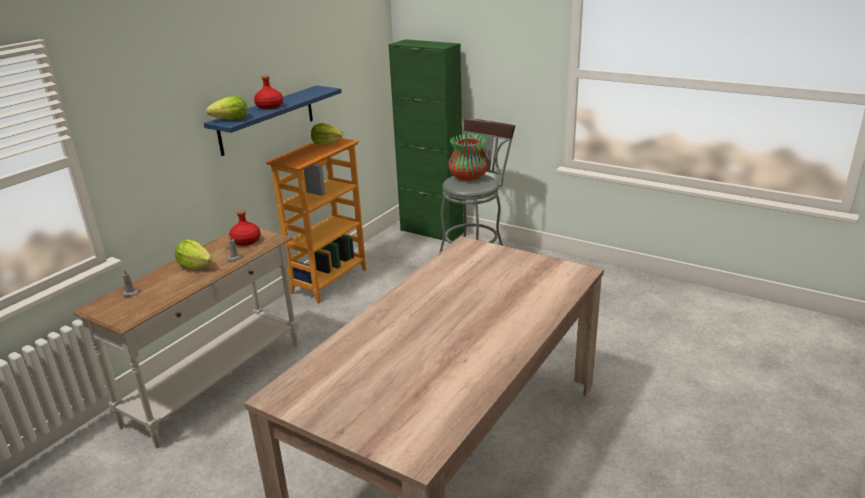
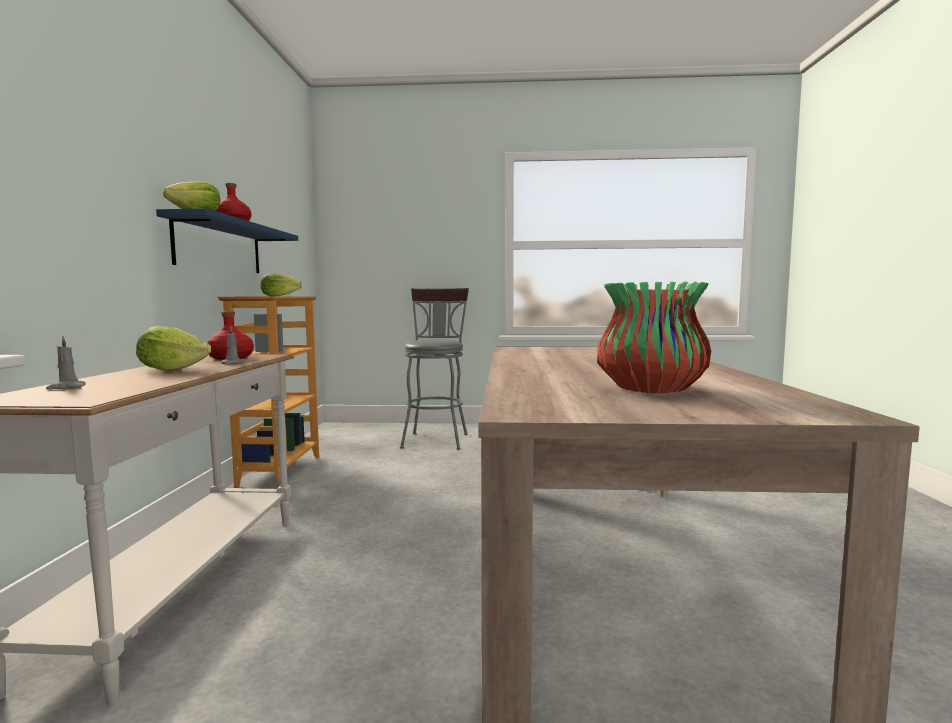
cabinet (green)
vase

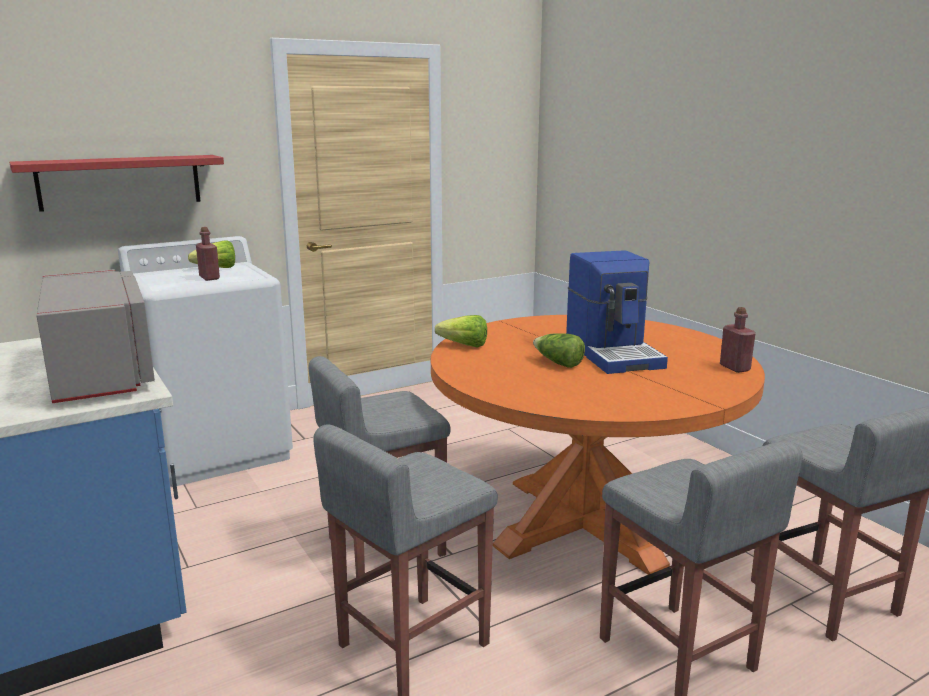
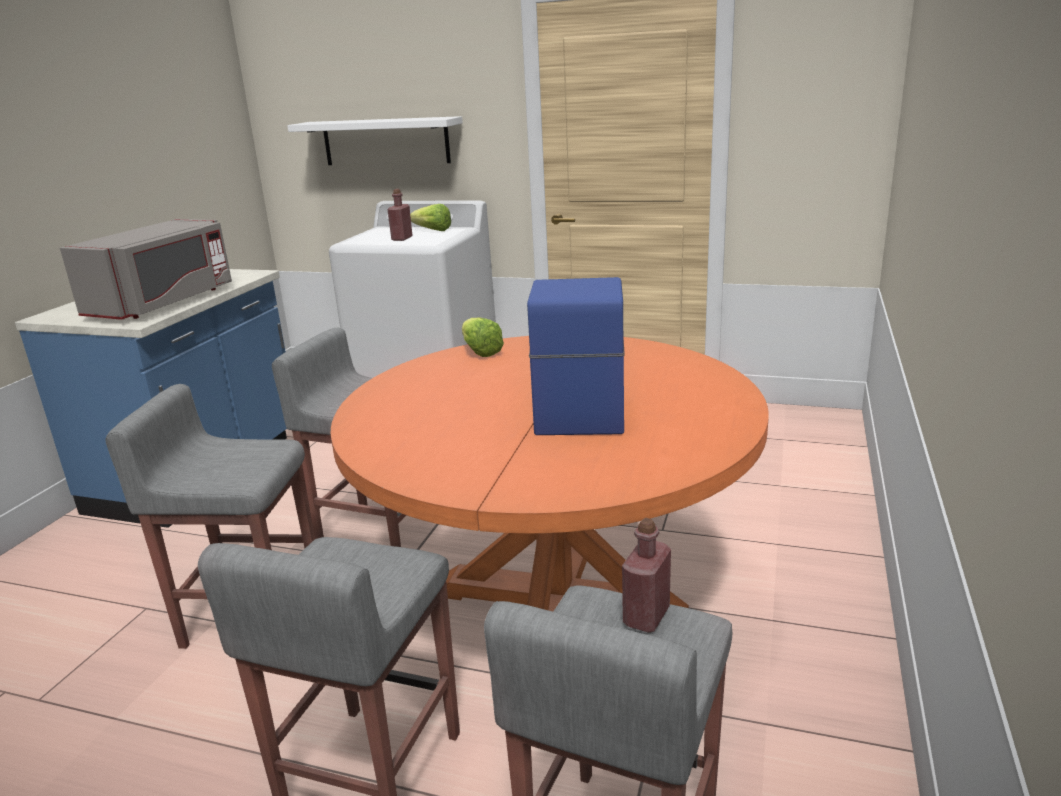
lettuce (3rd from left in the first image)
bottle (red) (2nd from left)
shelf (white)
coffee machine

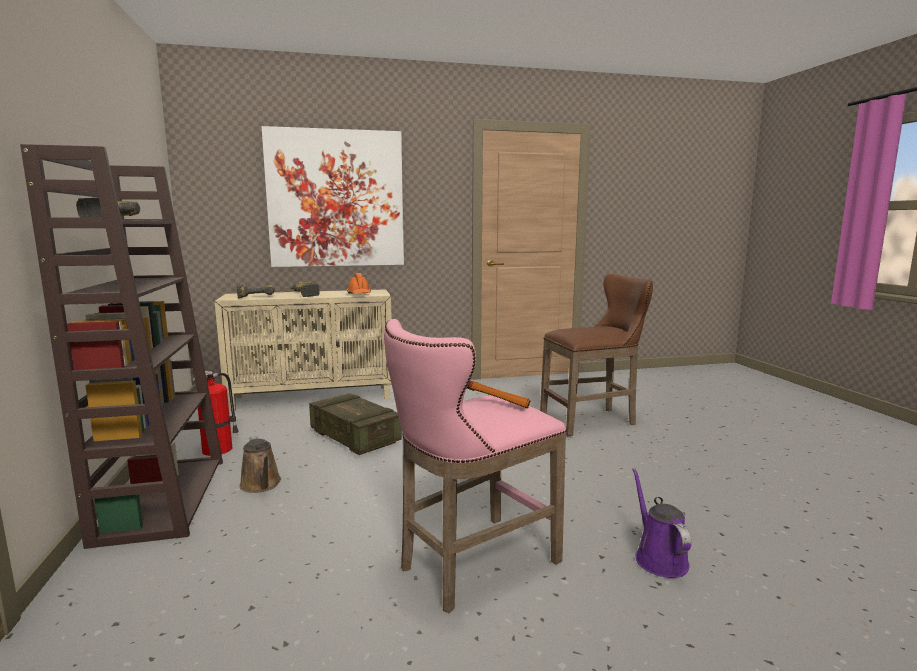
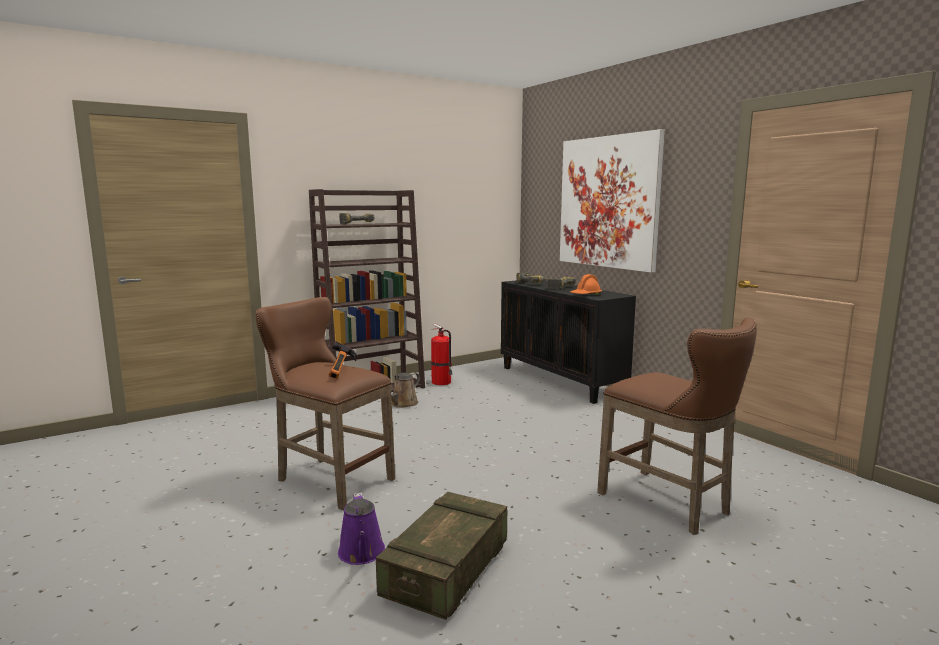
crate
cabinet (black)
stool (brown) (1st from left)
watering can (purple)

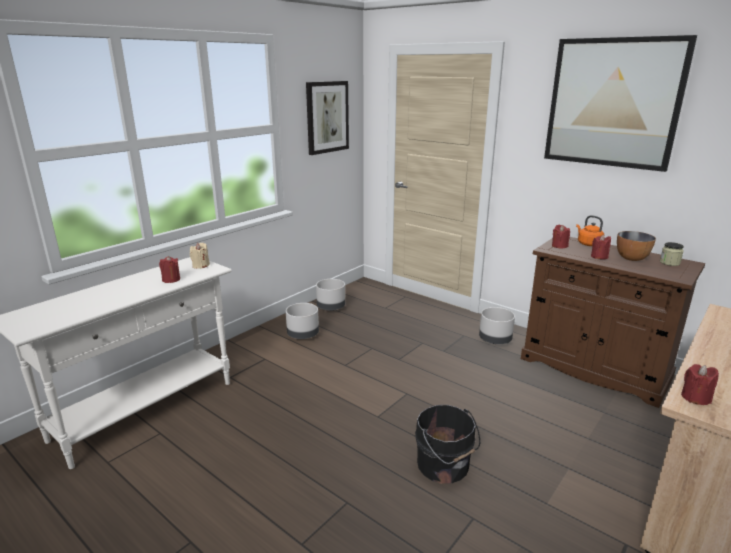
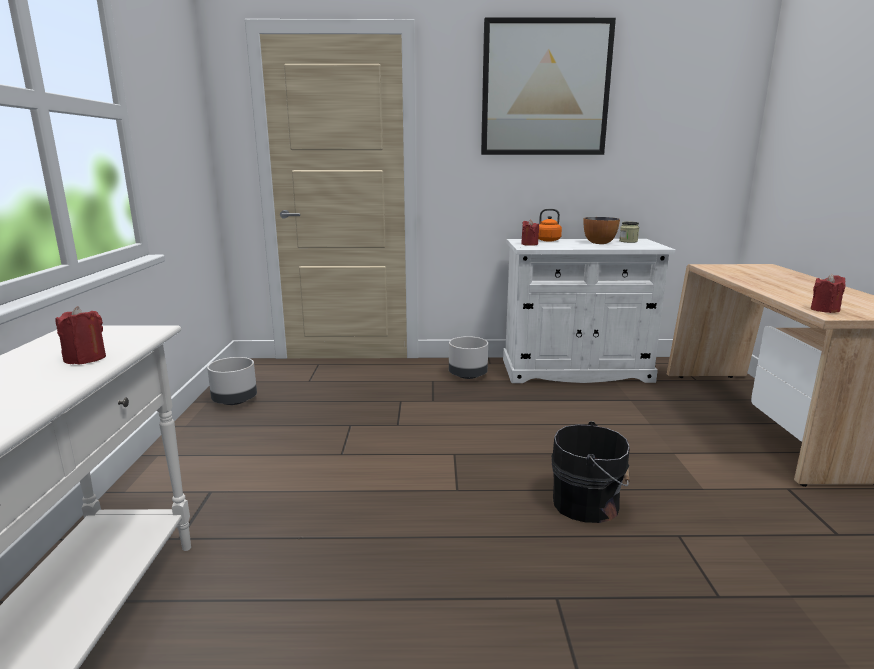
candle (beige)
planter (grey) (1st from left in the first image)
picture (1st from left in the first image)
candle (red) (3rd from left in the first image)
cabinet (white)

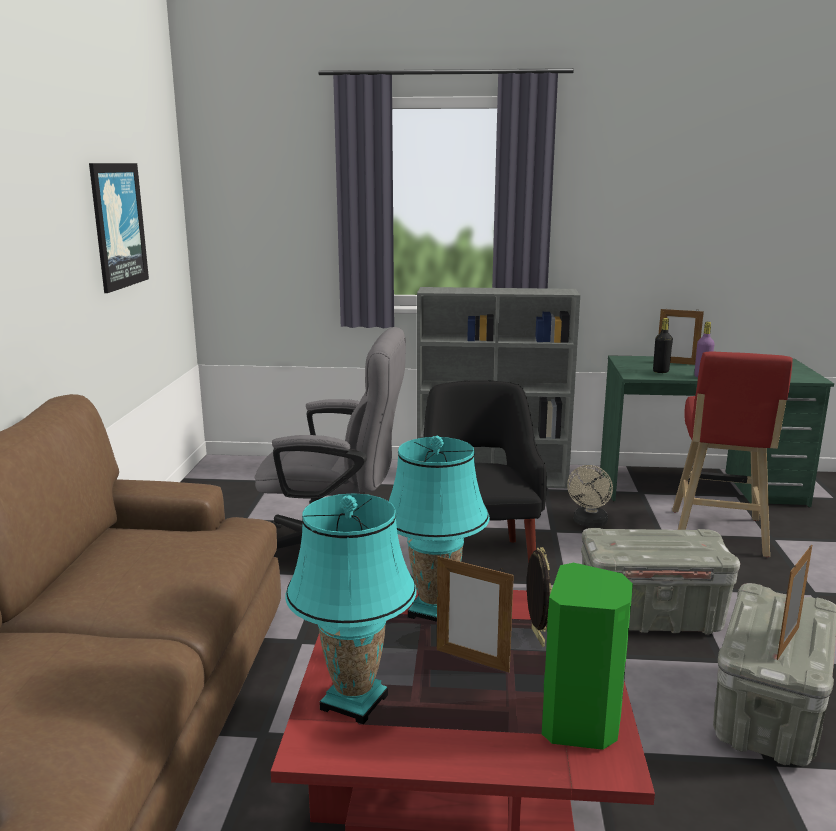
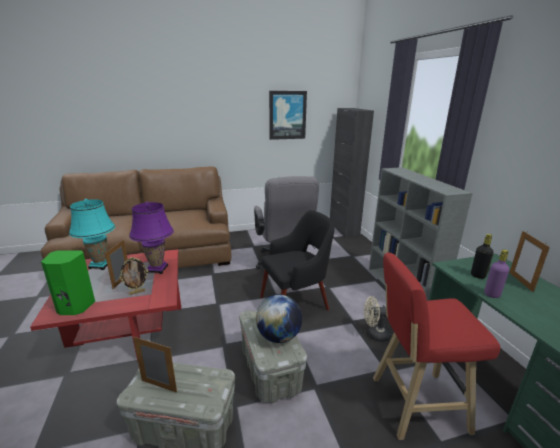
globe
cabinet (black)
table lamp (purple)

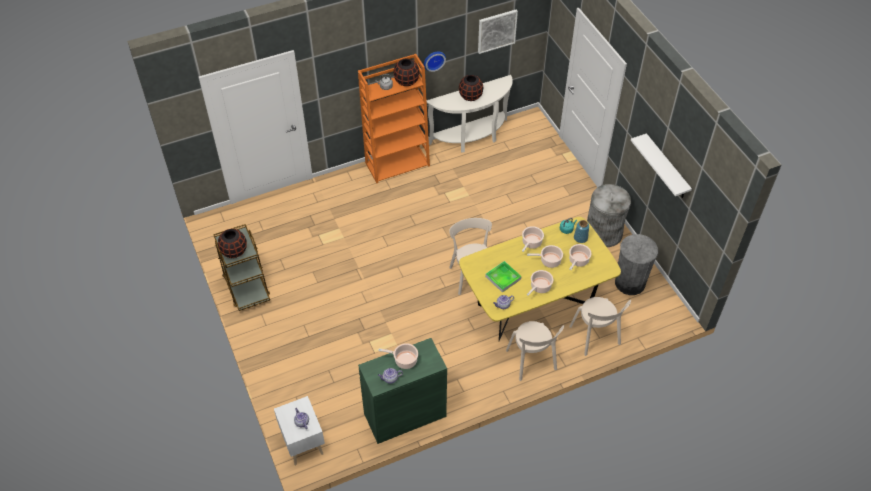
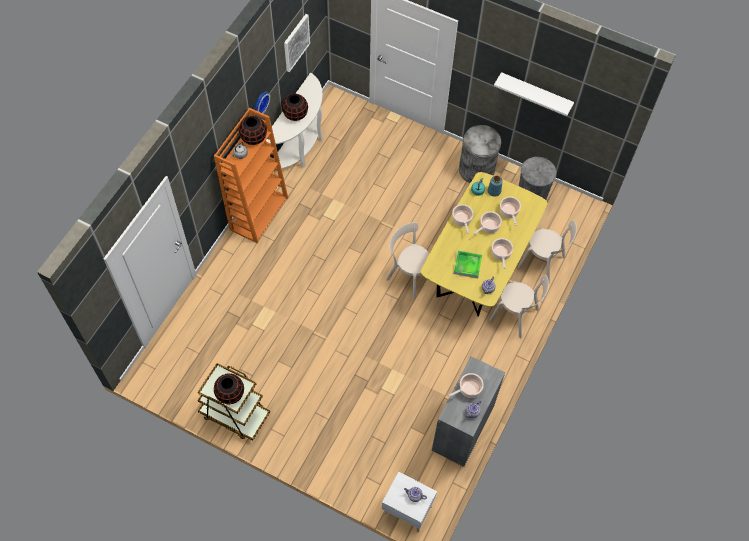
cabinet (grey)

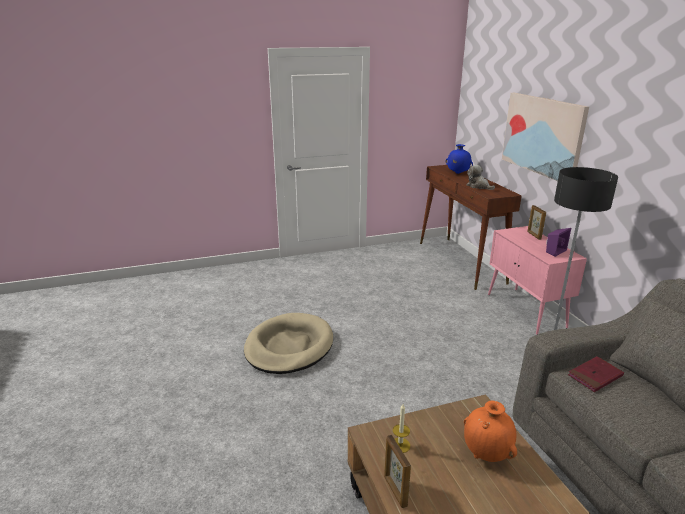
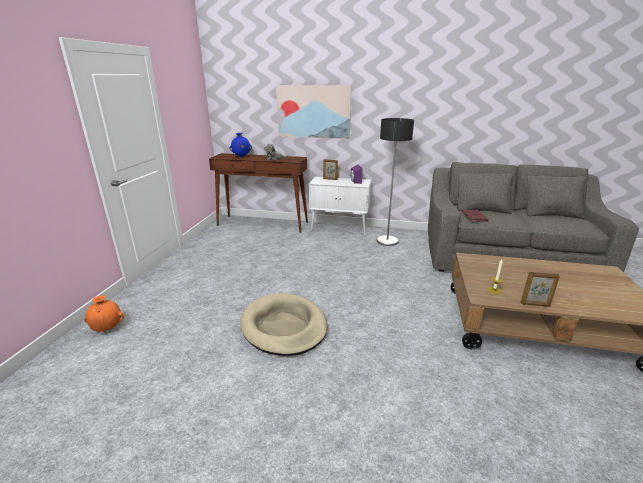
vase (orange)
cabinet (white)

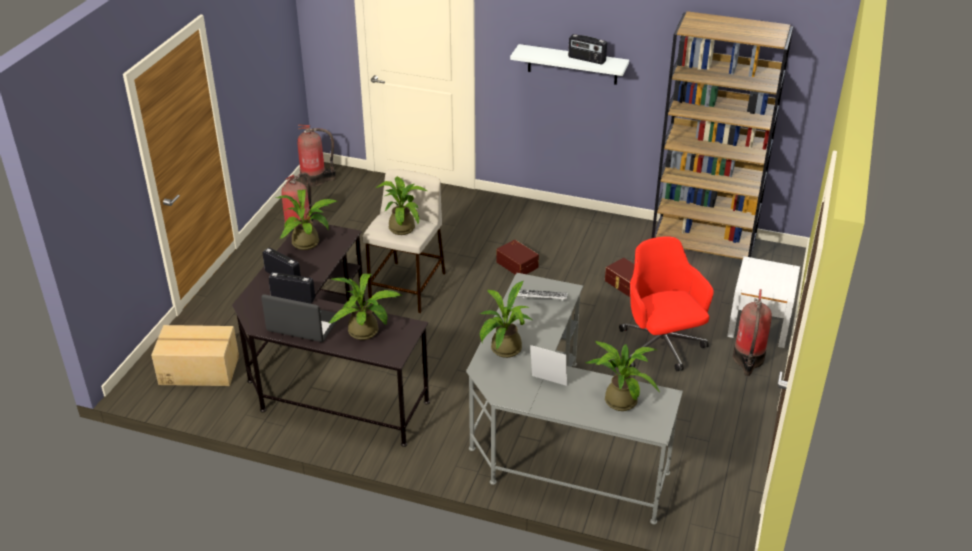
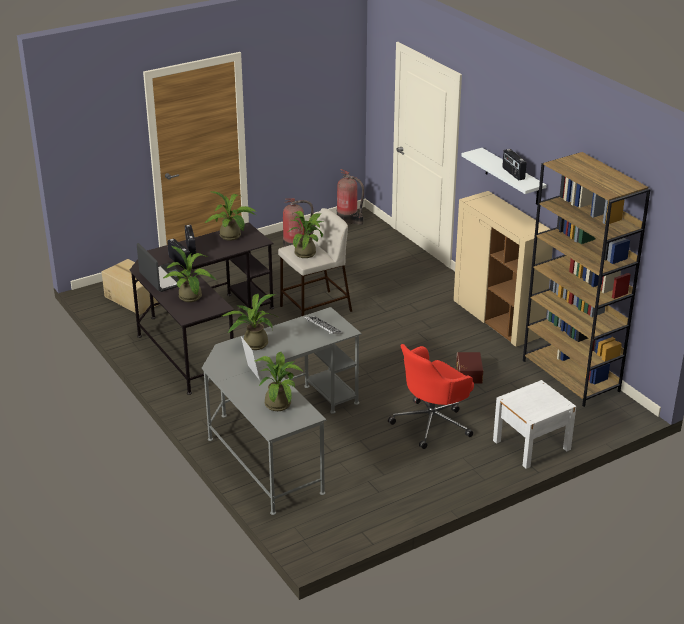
storage box (brown) (1st from left in the first image)
fire extinguisher (3rd from left in the first image)
cabinet (beige)
office chair (red)

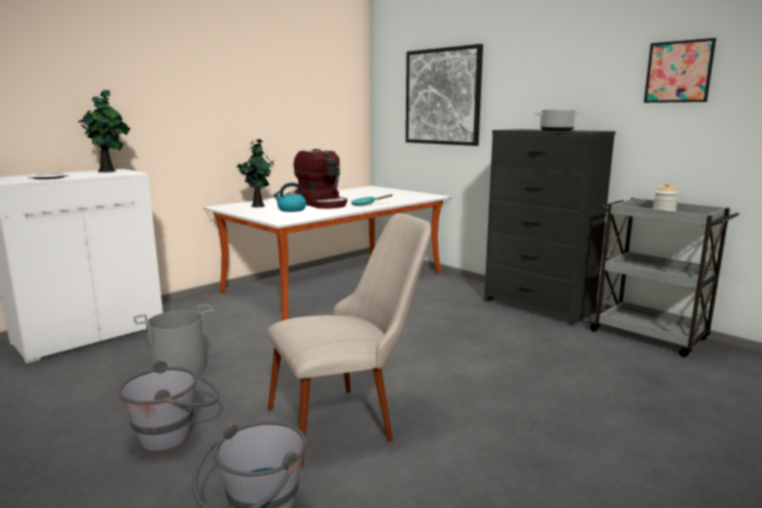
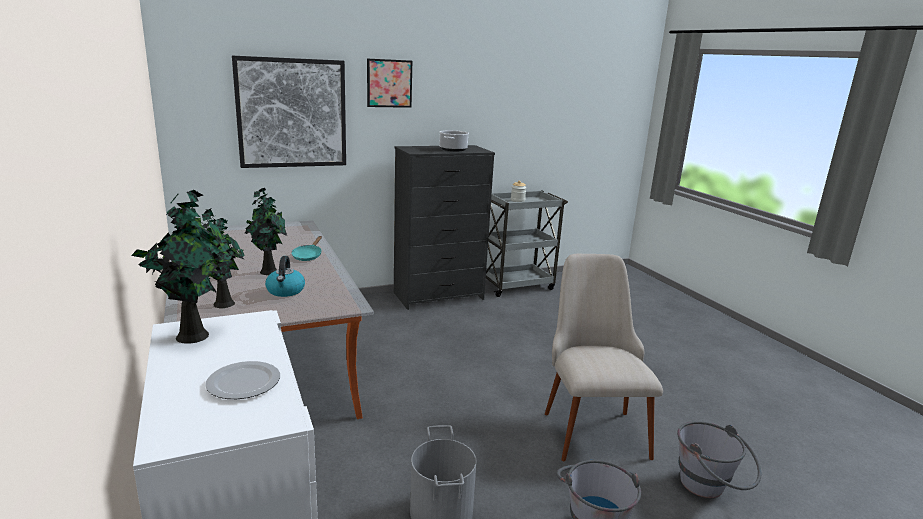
picture (2nd from left)
potted plant (3rd from left)

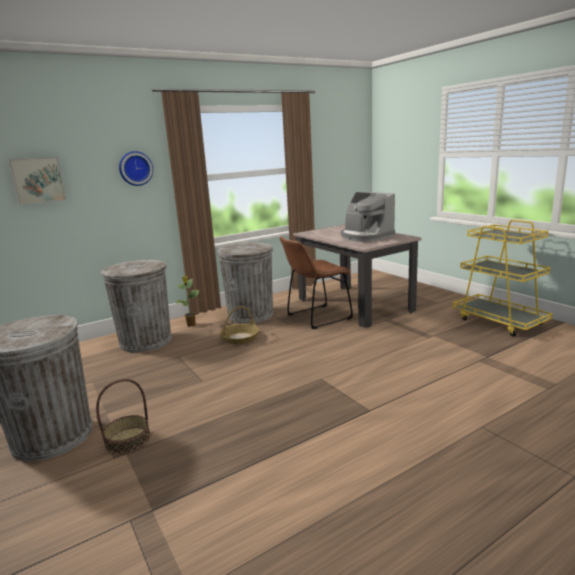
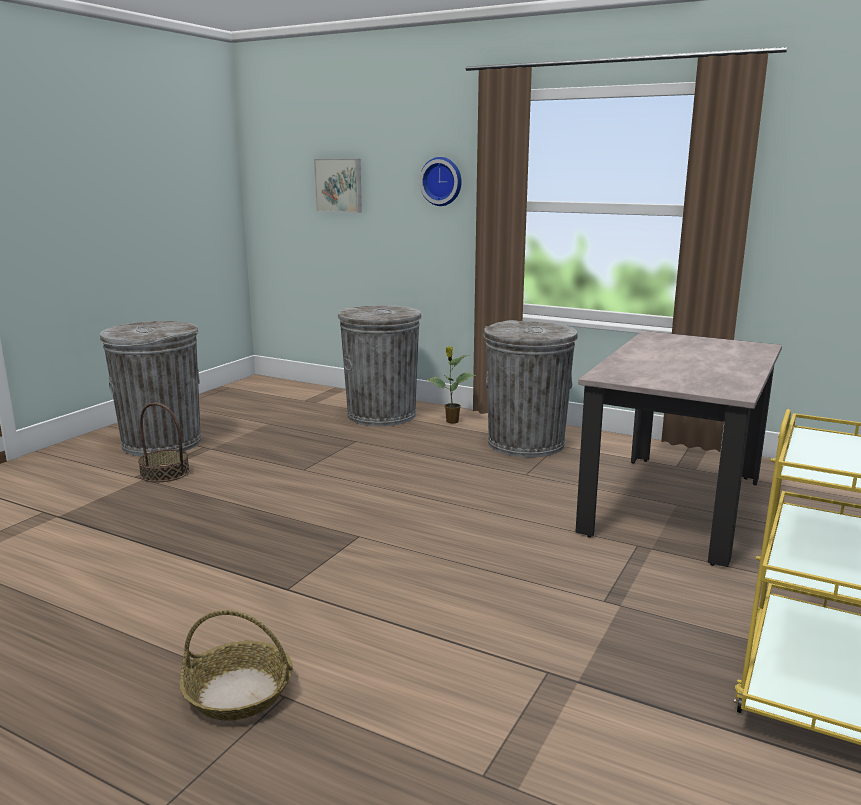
chair (brown)
coffee machine
basket (2nd from left)

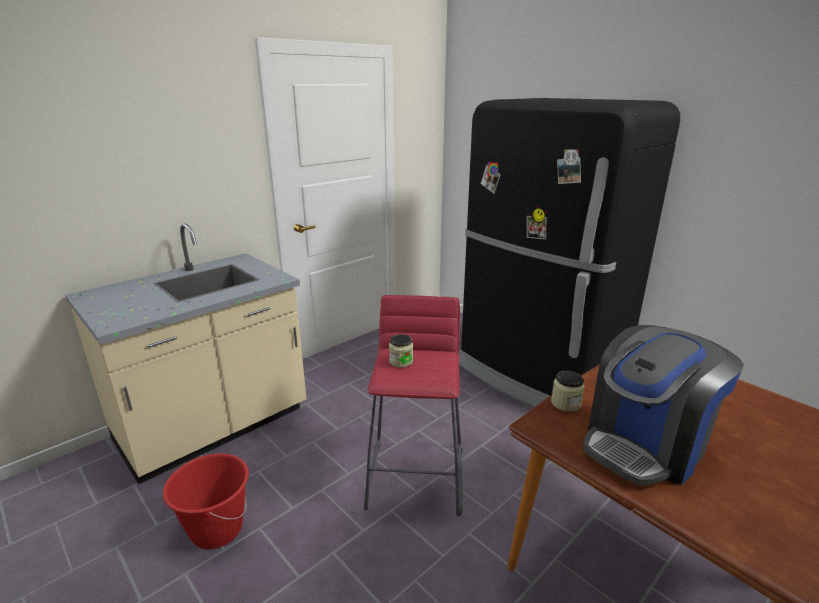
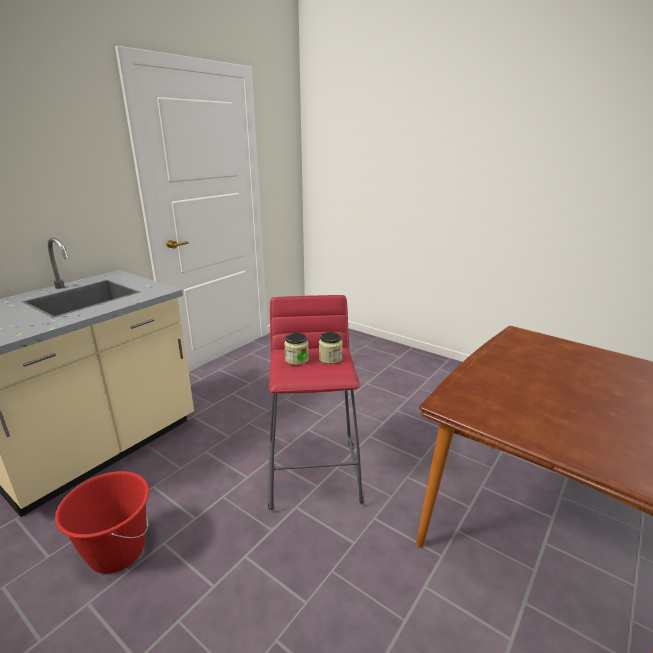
fridge (black)
coffee machine
jar (2nd from left)

